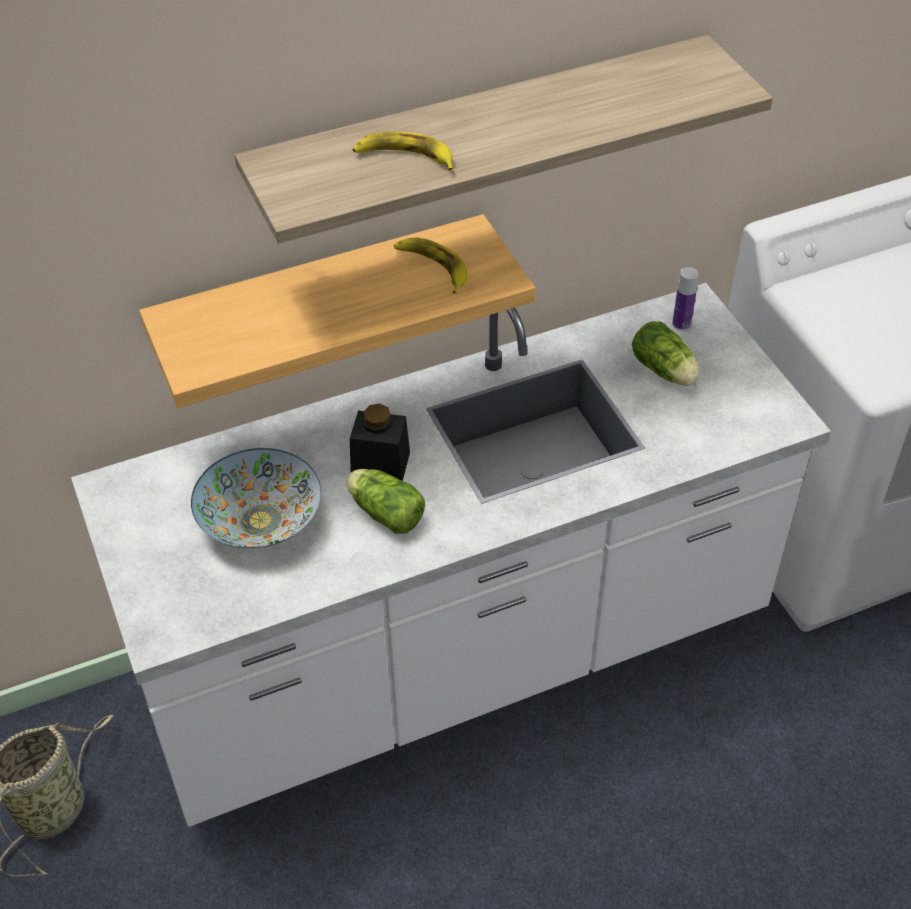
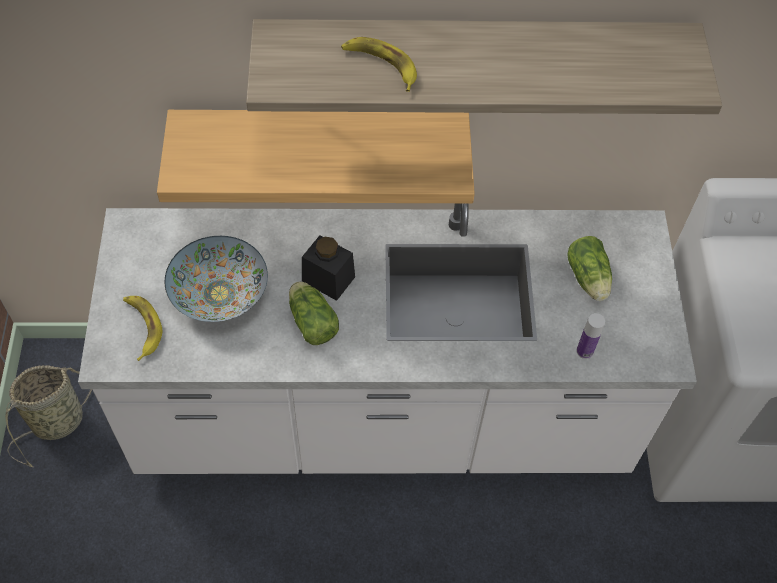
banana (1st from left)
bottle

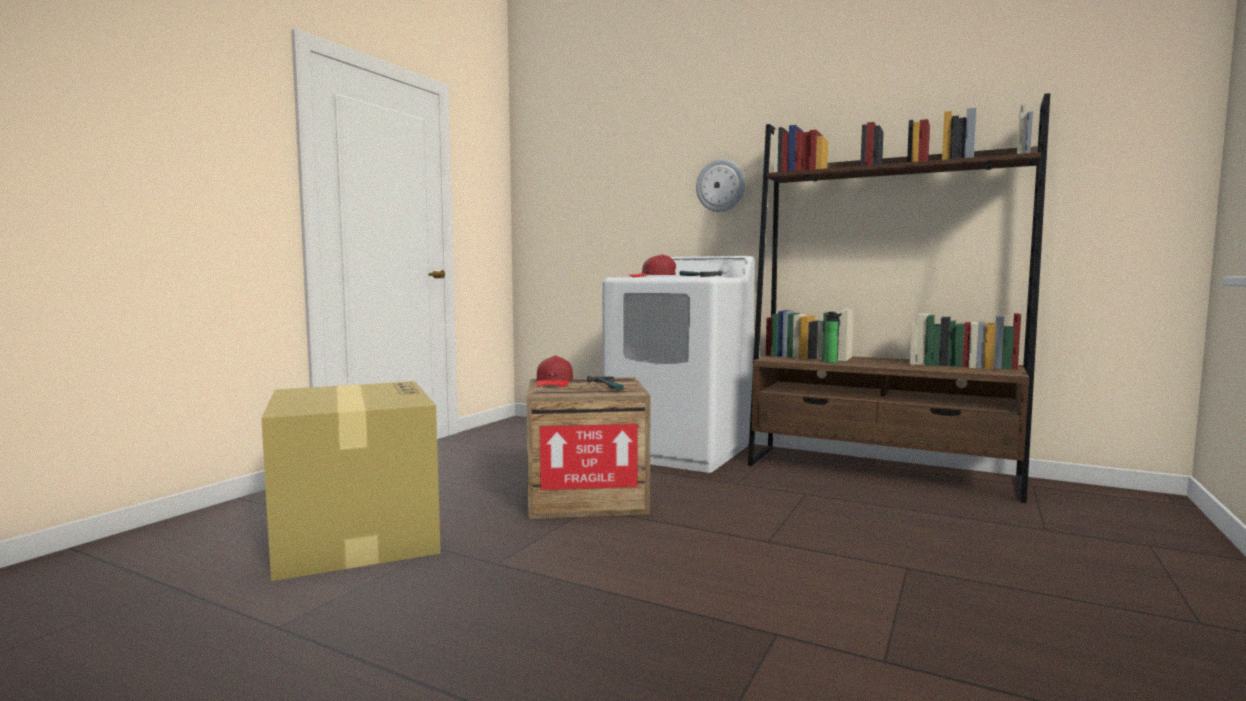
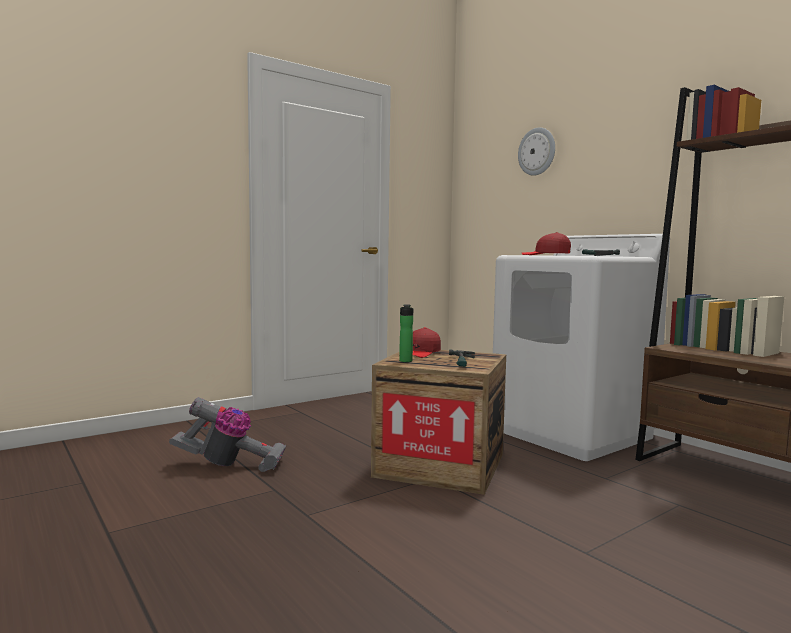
wall clock
bottle
vacuum cleaner

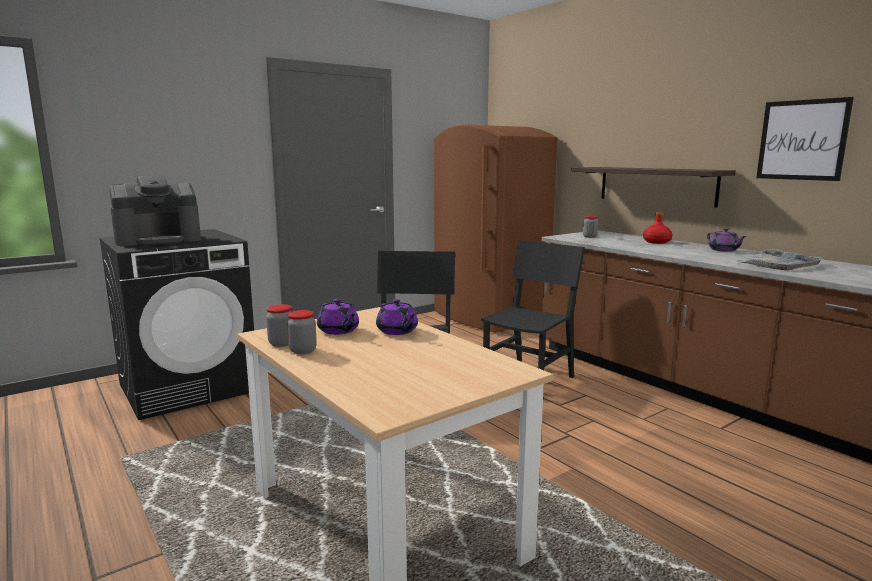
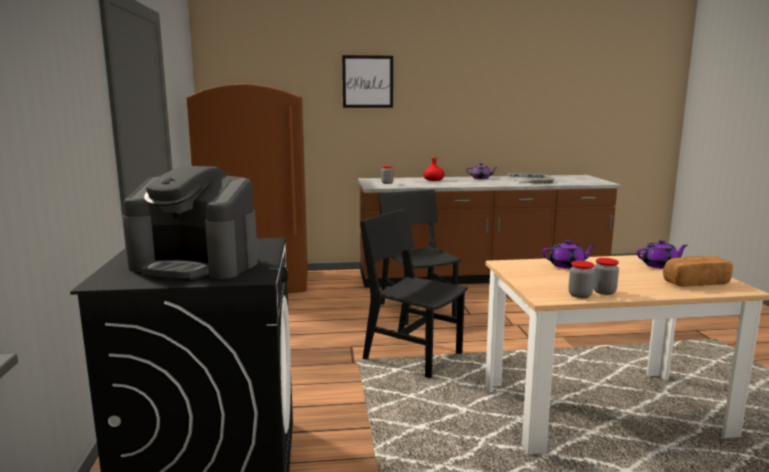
shelf
bread
teapot (purple) (3rd from left)
picture
coffee machine

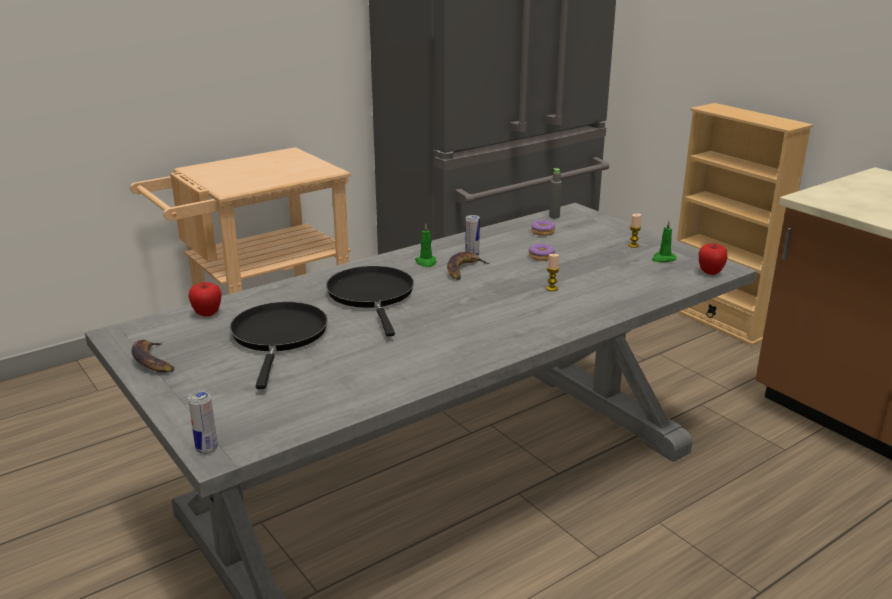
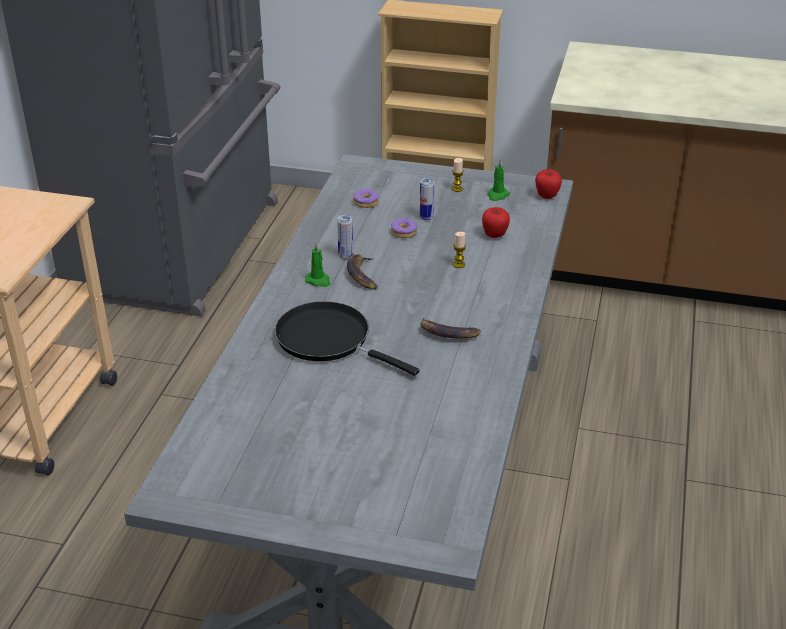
frying pan (black) (1st from left in the first image)
bottle (grey)
banana (2nd from left)
apple (1st from left)
can (2nd from left)

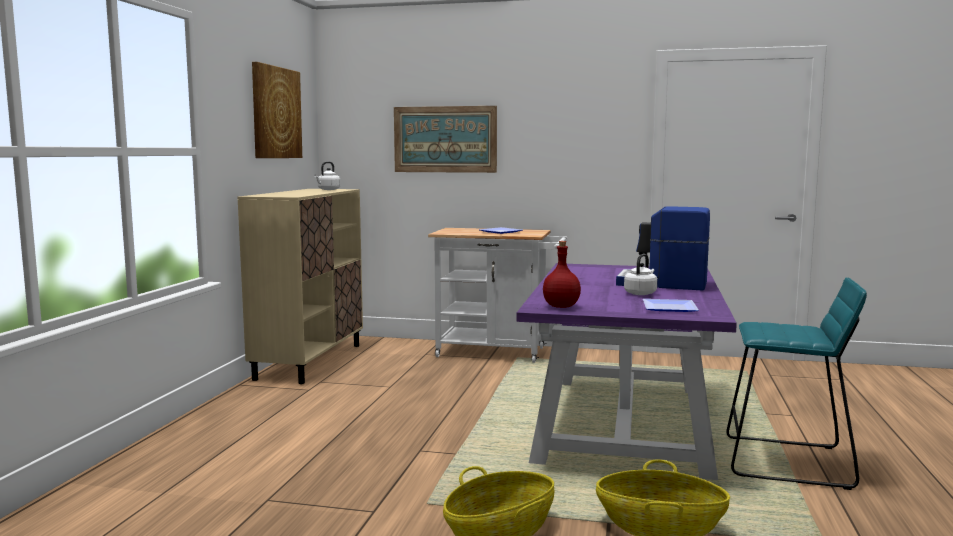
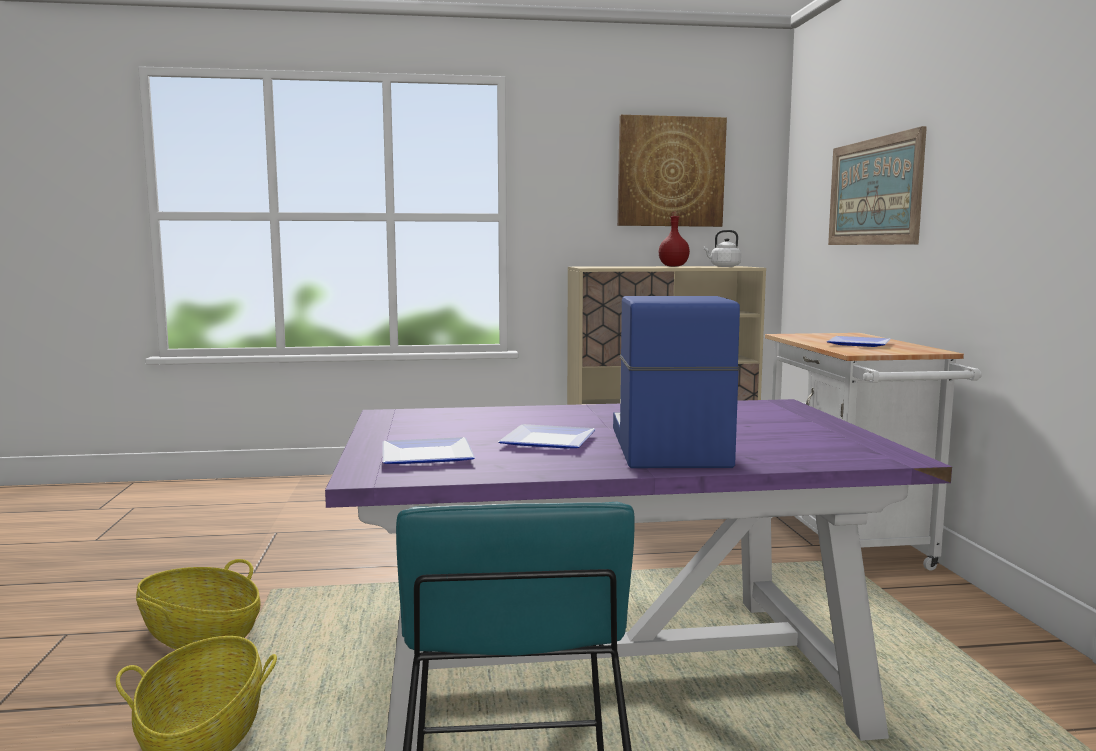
bottle (red)
plate (2nd from left)

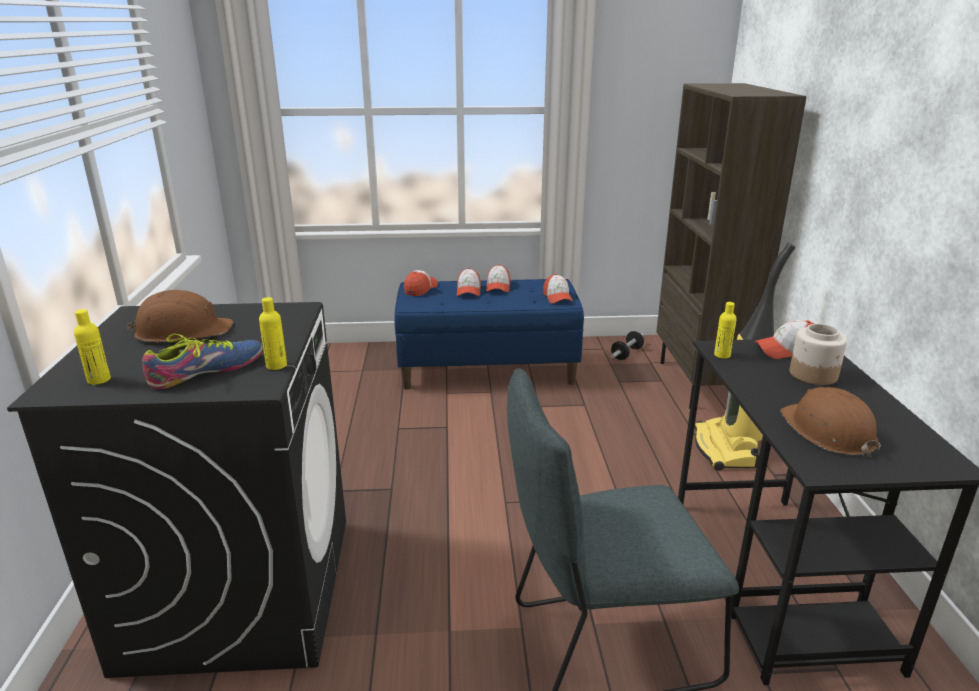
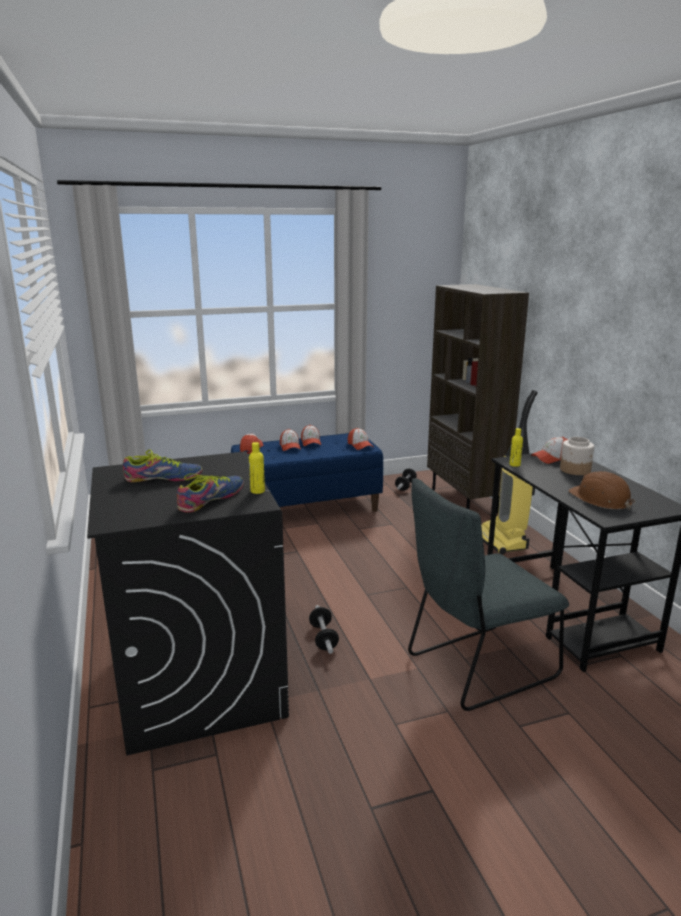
bottle (yellow) (1st from left in the first image)
dumbbell (1st from left)
shoe (1st from left)

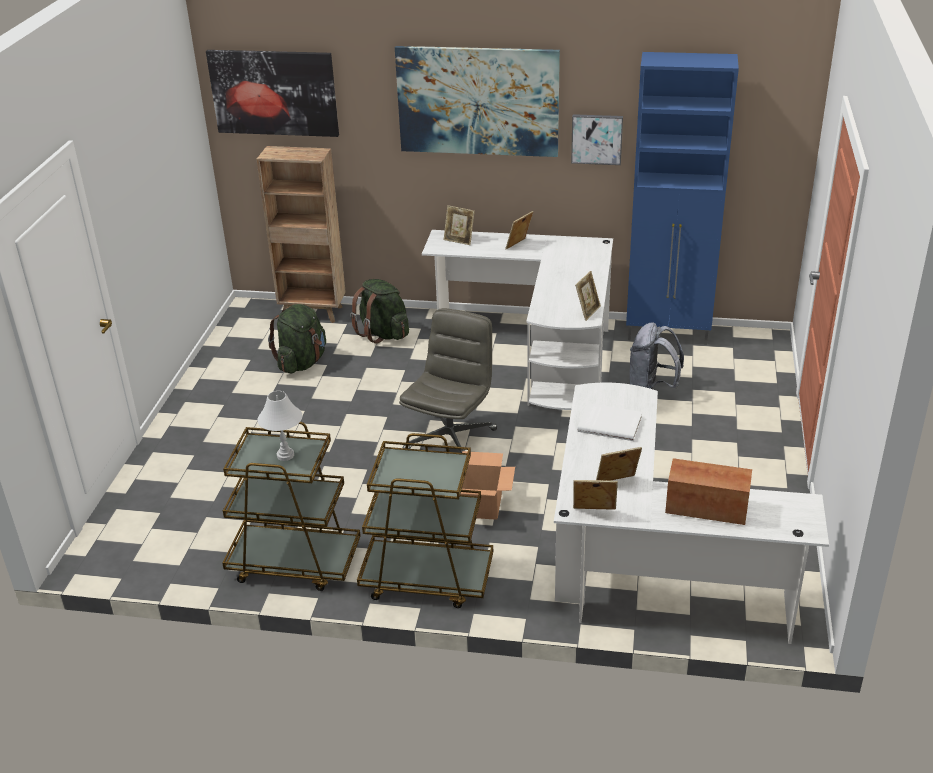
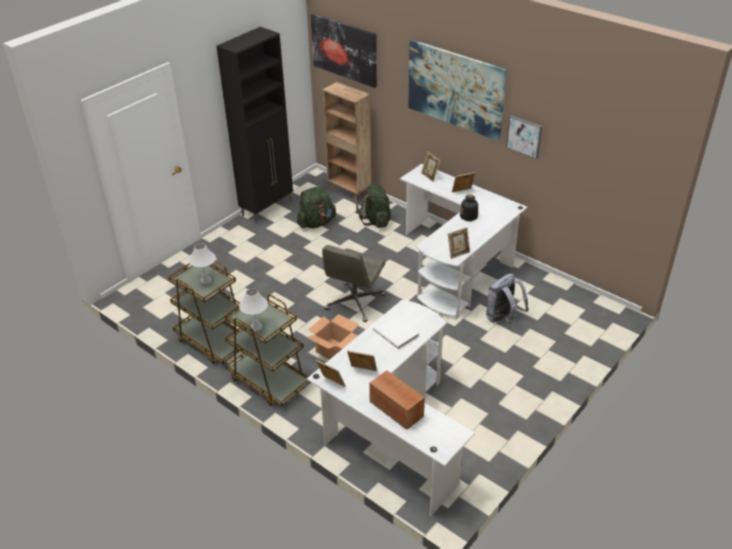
cabinet (blue)
cabinet (black)
table lamp (white) (2nd from left)
bottle
office chair (grey)

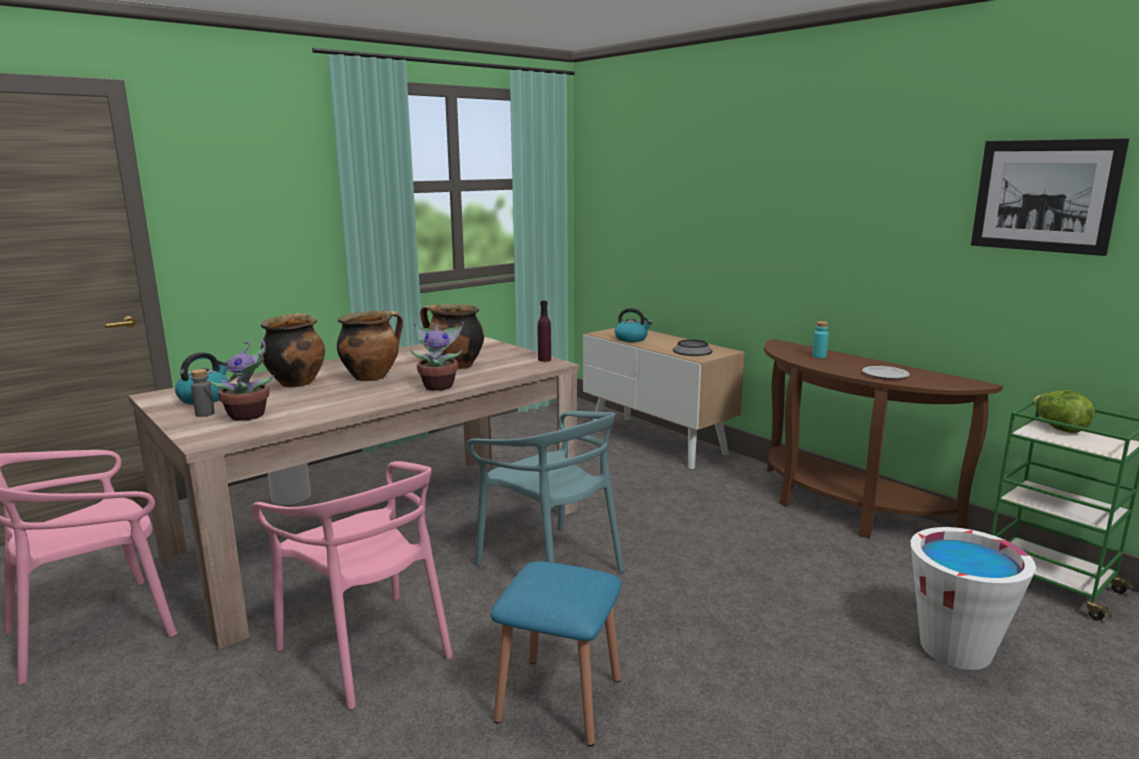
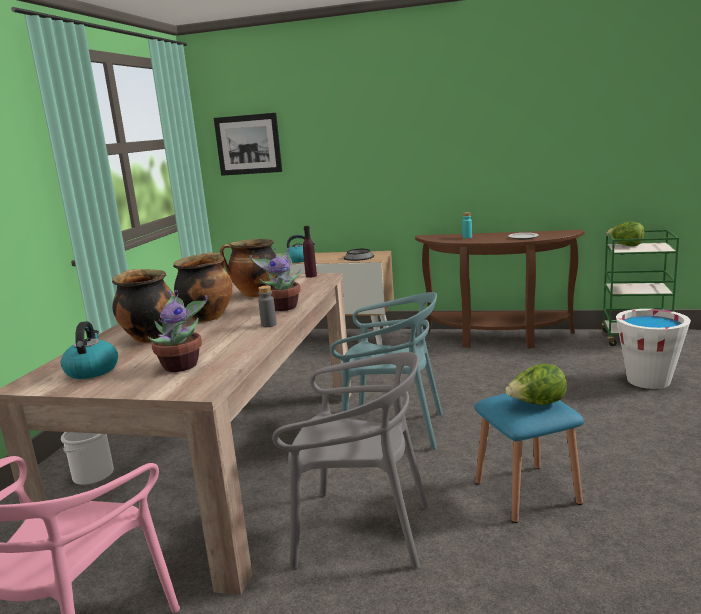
lettuce (1st from left)
bottle (grey)
picture
chair (grey)

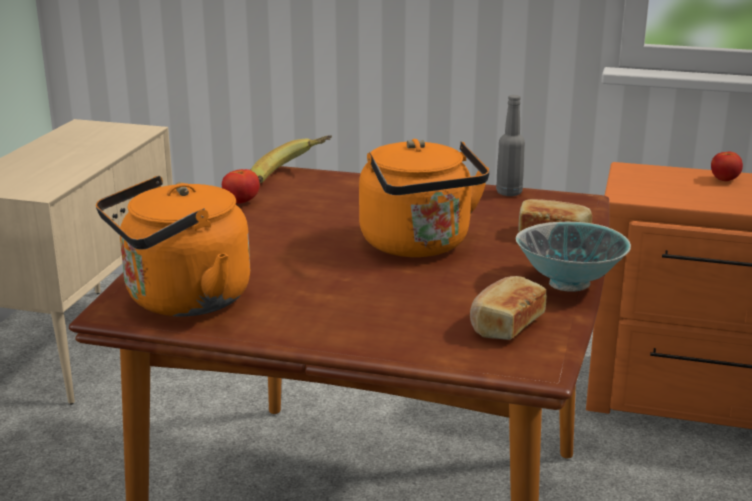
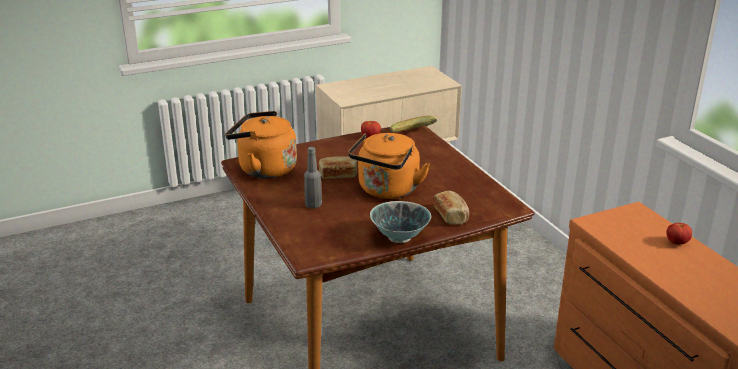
bread (1st from left)
bottle (grey)

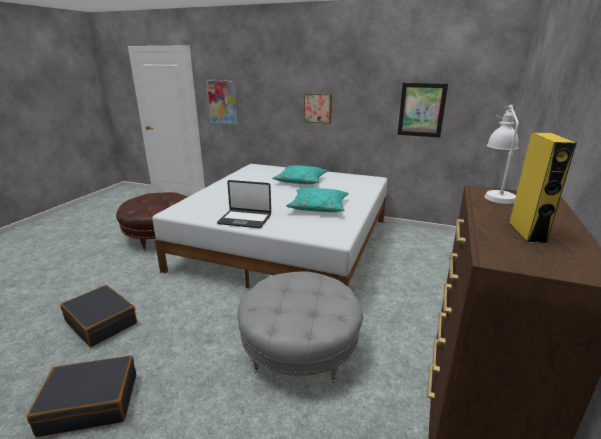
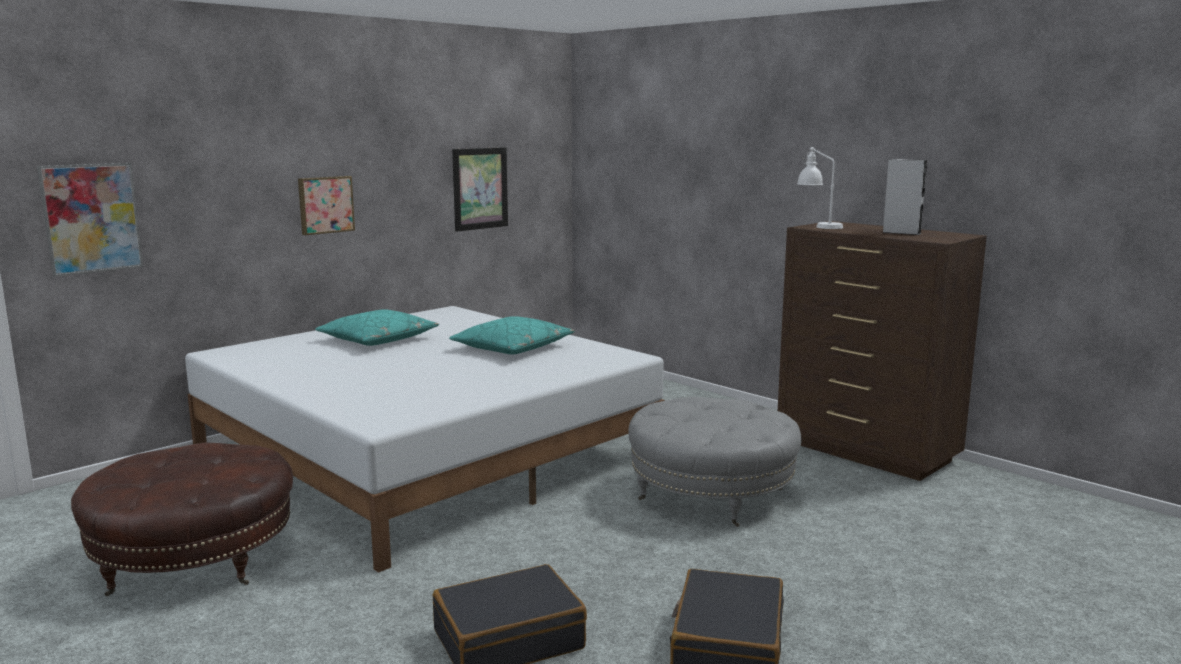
laptop
speaker (grey)

